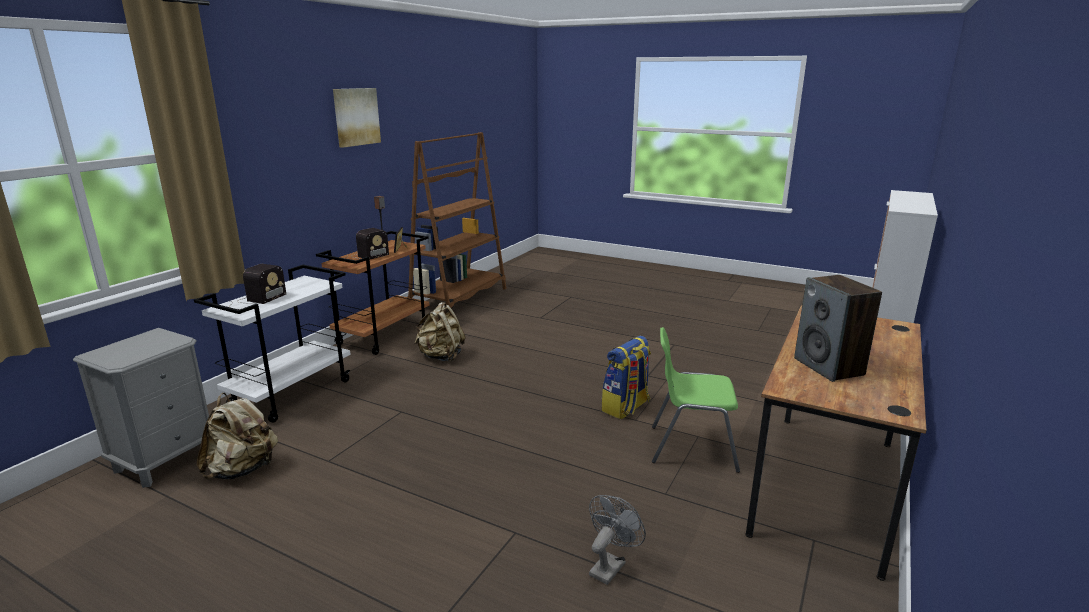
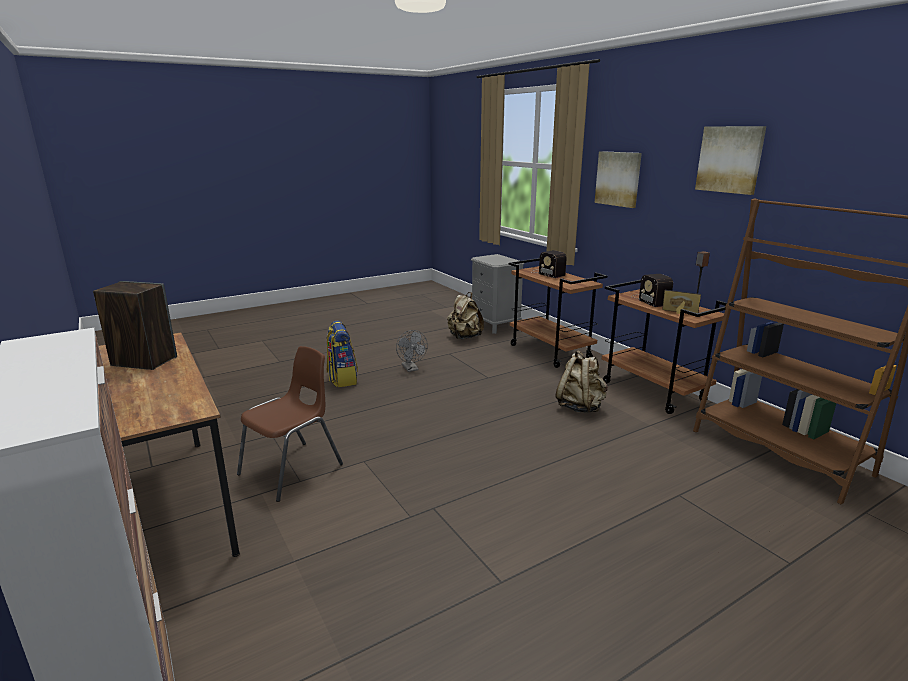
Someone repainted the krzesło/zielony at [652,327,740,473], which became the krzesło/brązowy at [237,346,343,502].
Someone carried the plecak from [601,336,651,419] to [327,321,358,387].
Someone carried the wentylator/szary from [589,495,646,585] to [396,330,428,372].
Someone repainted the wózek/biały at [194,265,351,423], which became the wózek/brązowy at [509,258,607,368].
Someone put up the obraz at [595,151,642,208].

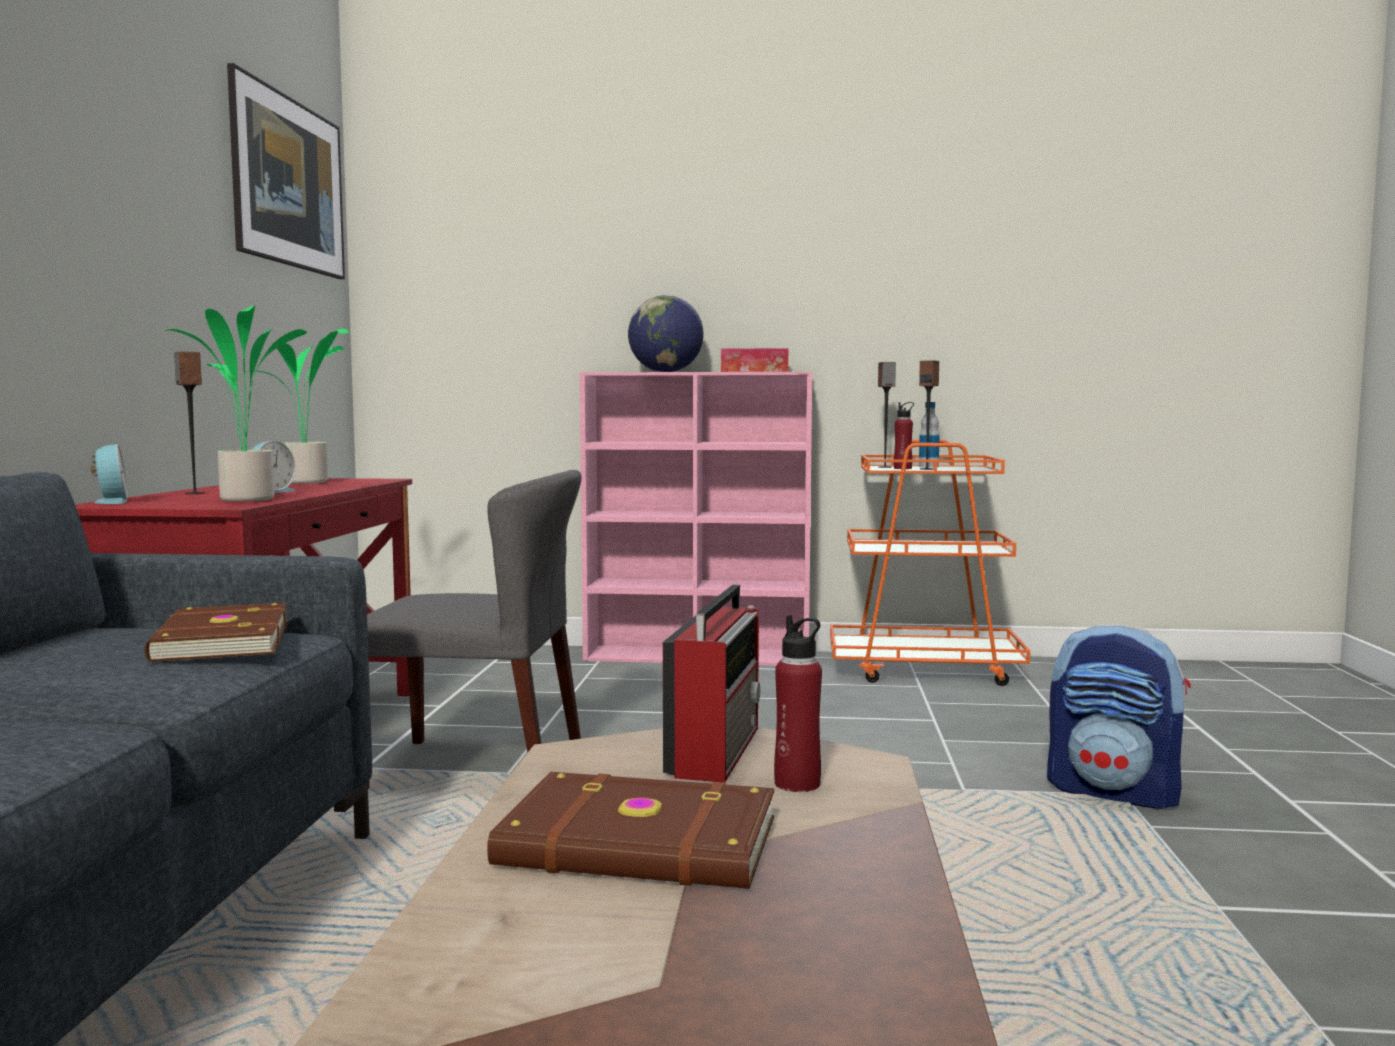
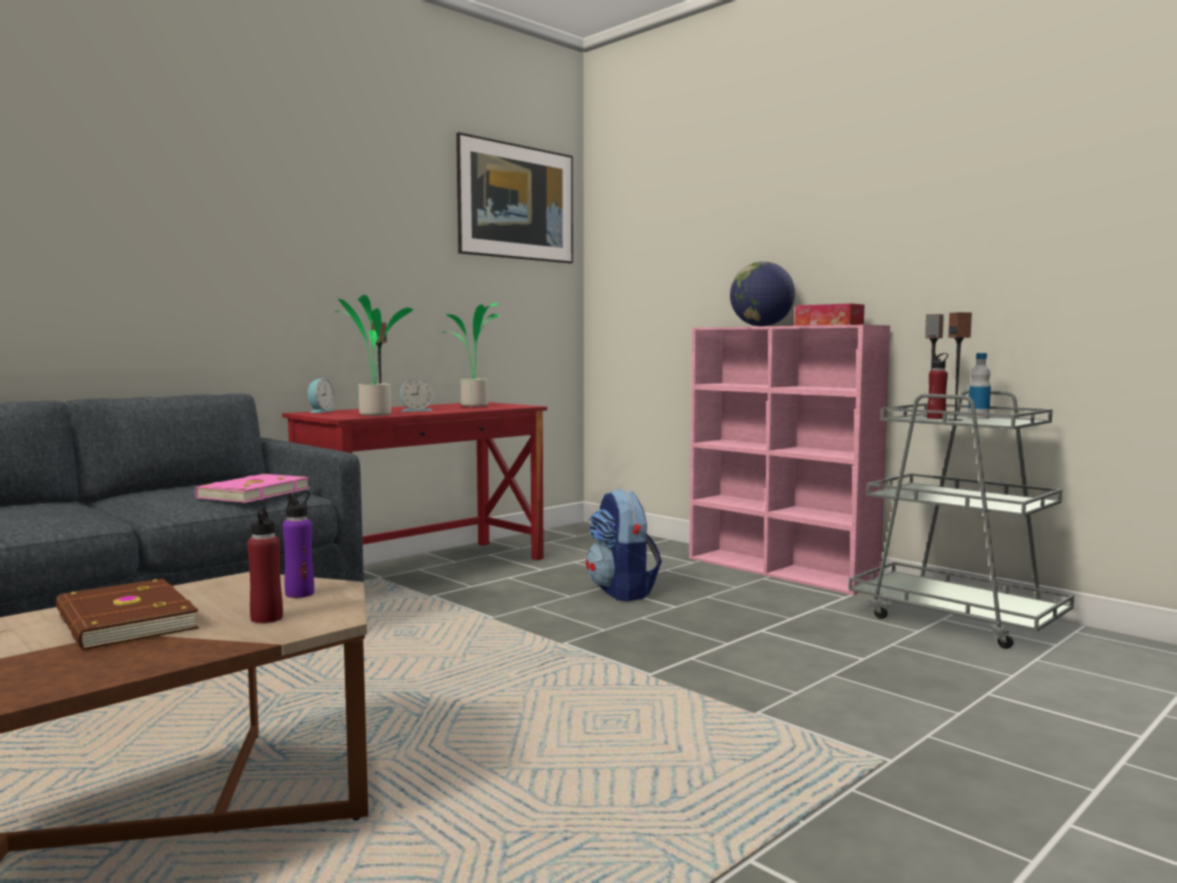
Someone repainted the książka/brązowy at [145,603,287,662], which became the książka/różowy at [195,473,310,503].
Someone swapped the radio at [663,585,760,783] for the butelka/fioletowy at [282,491,314,598].
Someone carried the plecak from [1047,624,1191,810] to [586,489,662,601].
Someone repainted the wózek/pomarańczowy at [830,440,1030,686], which became the wózek/szary at [848,390,1074,649].
Someone took away the krzesło/szary at [367,470,582,789].

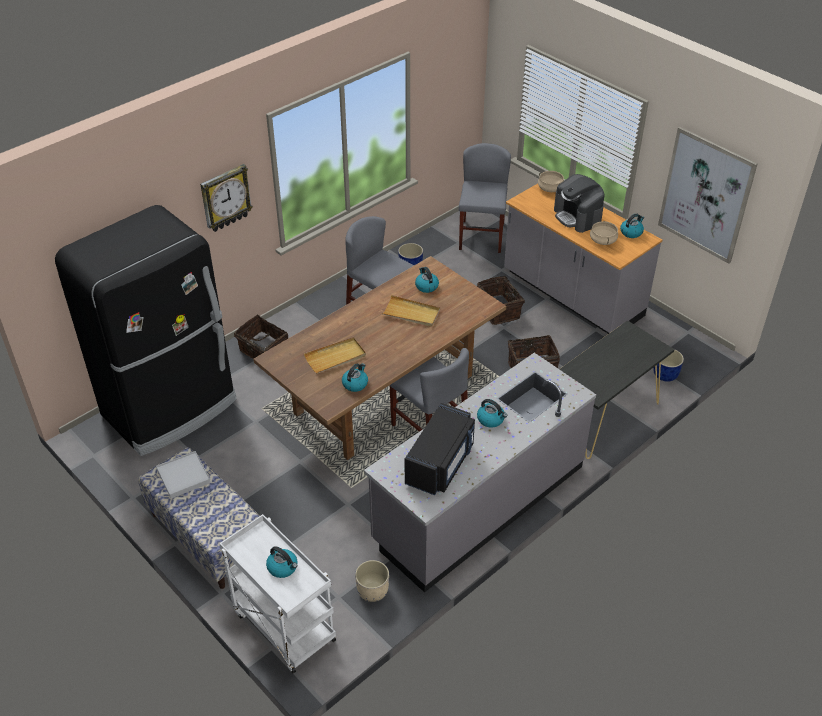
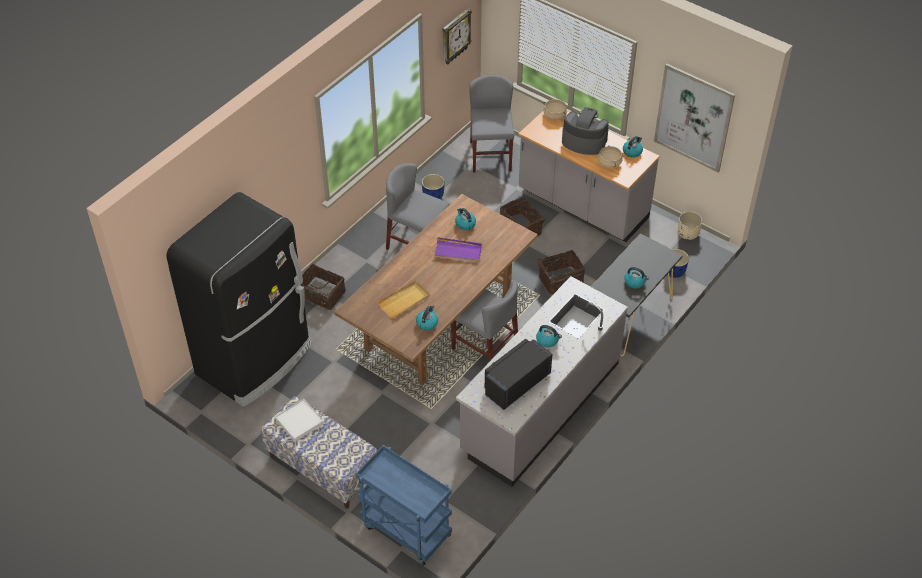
Someone repainted the wózek/biały at [219,514,336,674], which became the wózek/niebieski at [356,445,452,566].
Someone repainted the taca/beżowy at [381,295,440,327], which became the taca/fioletowy at [434,237,482,262].
Someone carried the zegar ścienny from [200,164,253,232] to [443,8,472,64].
Someone rotated the mikrofalówka/czarny at [405,403,475,495] by 150 degrees counterclockwise.
Someone rotated the ekspres do kawy at [554,174,604,233] by 150 degrees clockwise.
Someone carried the czajnik from [266,546,297,578] to [624,267,649,289].
Someone carried the donica/beżowy from [355,560,389,602] to [678,211,703,240].

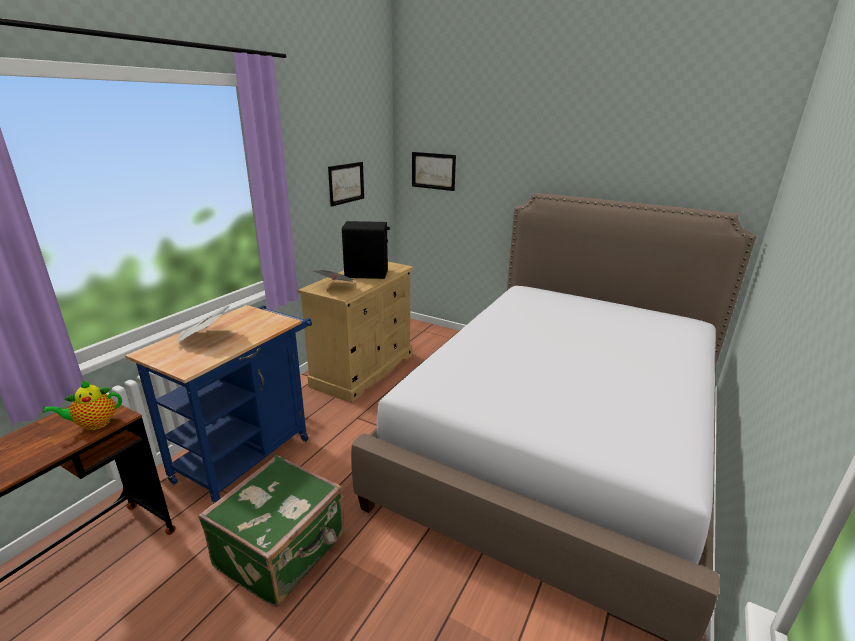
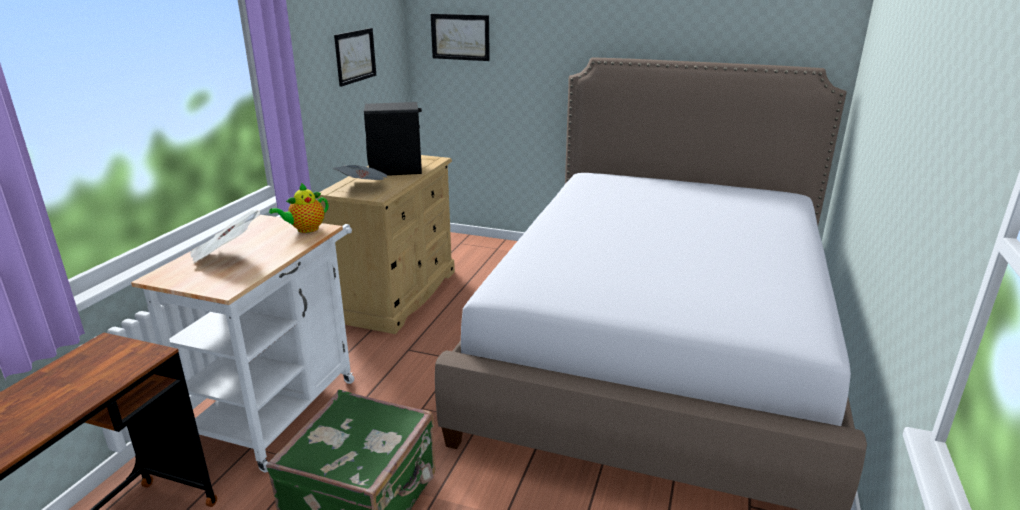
Someone repainted the wózek/niebieski at [125,305,312,504], which became the wózek/biały at [131,215,354,472].
Someone carried the imbryk from [43,380,122,430] to [269,183,328,233].

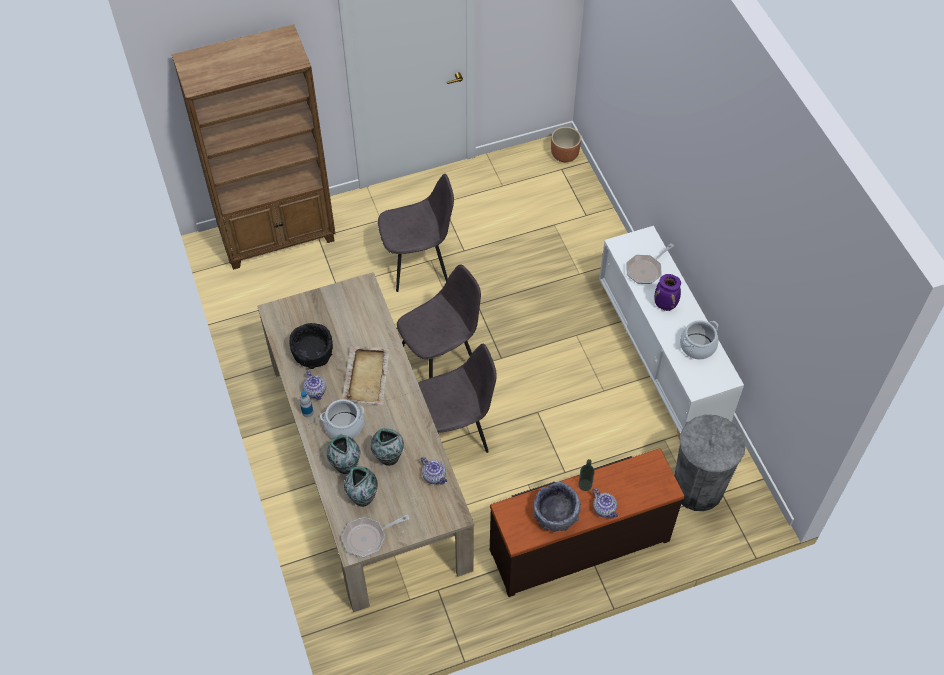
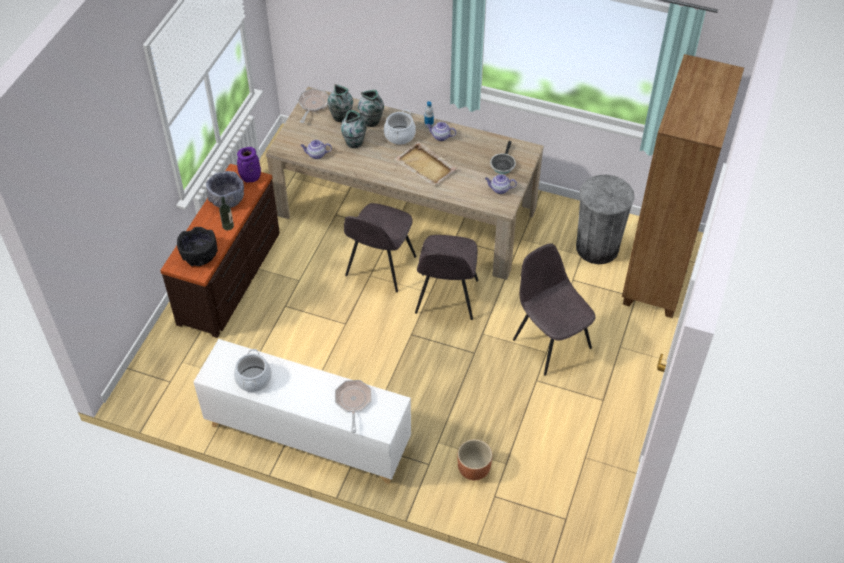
Someone carried the miska/czarny from [289,323,333,369] to [177,227,218,266].
Someone carried the wazon/fioletowy from [654,274,681,311] to [237,147,261,183].
Someone carried the donica/brązowy from [551,127,581,162] to [457,439,492,480].
Someone carried the imbryk from [593,488,618,518] to [485,174,517,194].
Someone put down the patelnia at [490,141,516,174].
Someone rotated the krzesło/szary at [378,174,454,292] by 120 degrees clockwise.
Someone carried the kosz na śmieci/szary from [674,415,746,511] to [576,175,634,264].

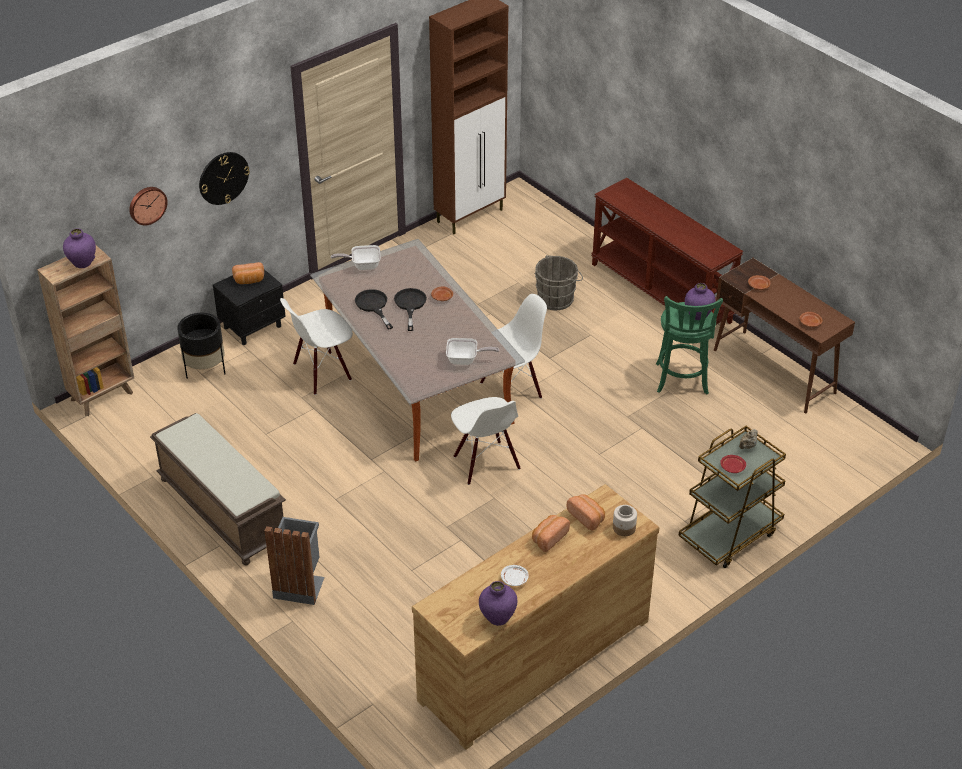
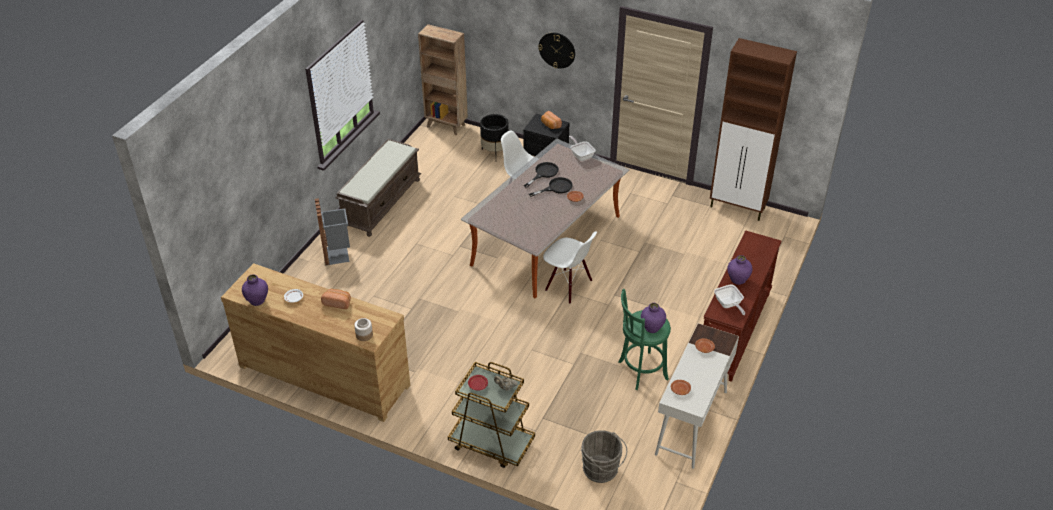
Someone carried the wiadro/szary from [535,255,583,310] to [581,430,627,483].
Someone repainted the biurko/brązowy at [714,258,855,413], which became the biurko/biały at [655,323,739,469].
Someone carried the patelnia from [446,338,499,365] to [714,284,745,315].
Someone carried the wazon/fioletowy from [63,228,96,268] to [727,255,753,285].
Someone took away the zegar ścienny at [129,187,168,225].
Someone took away the krzesło/biały at [451,397,521,485].
Someone took away the chleb at [567,494,605,531].

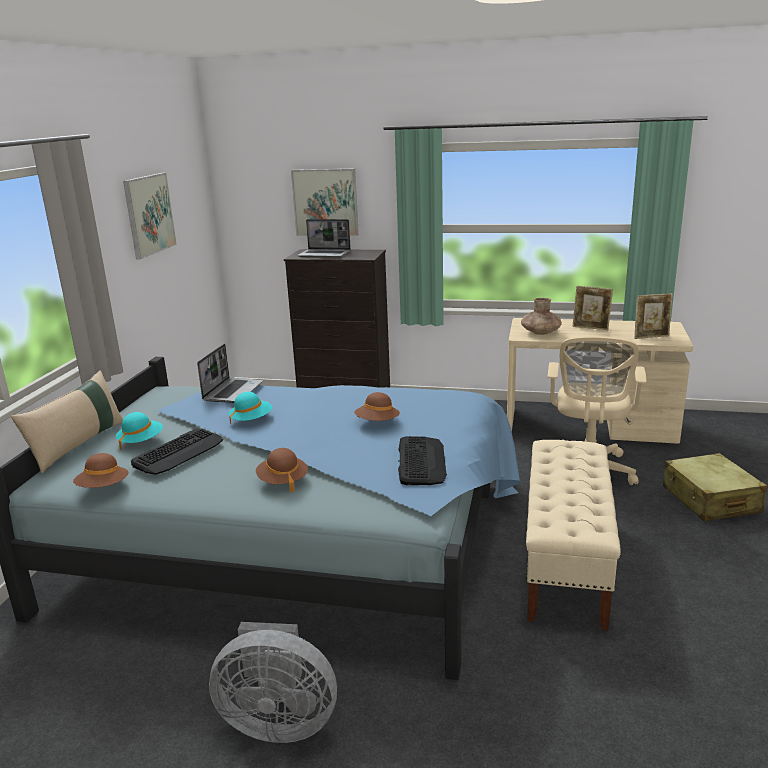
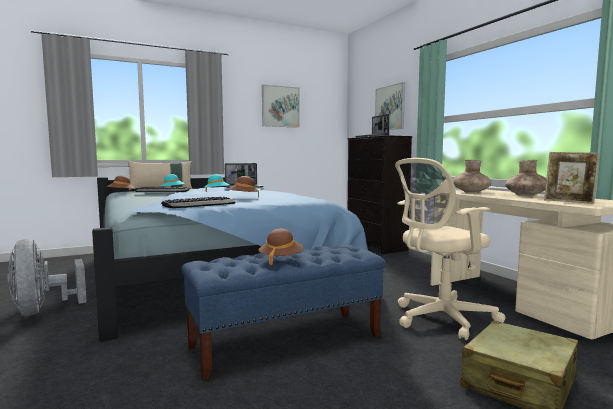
Someone repainted the ławka/beżowy at [526,440,621,631], which became the ławka/niebieski at [182,244,386,380].
Someone carried the kapelusz/brązowy from [256,448,308,492] to [259,229,304,265].
Someone swapped the ramka na zdjęcie at [573,286,613,330] for the wazon/brązowy at [505,160,547,196].

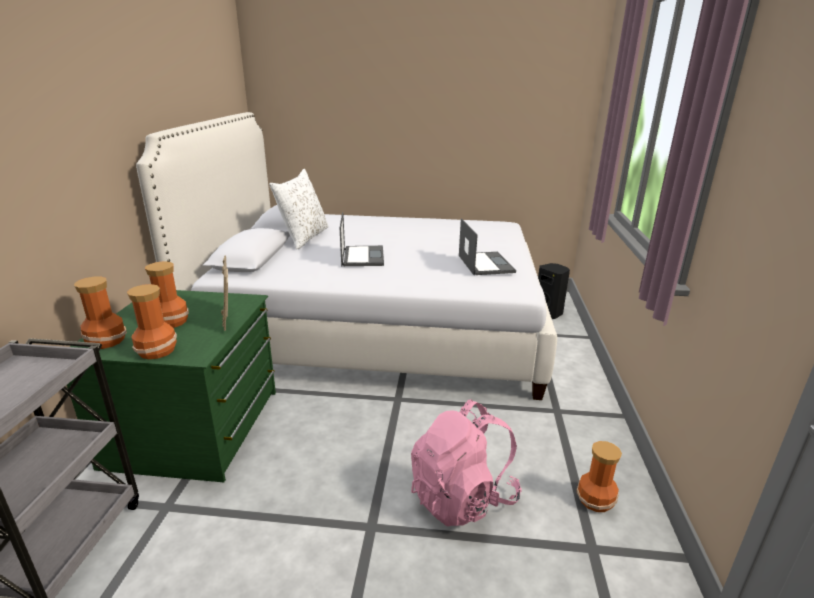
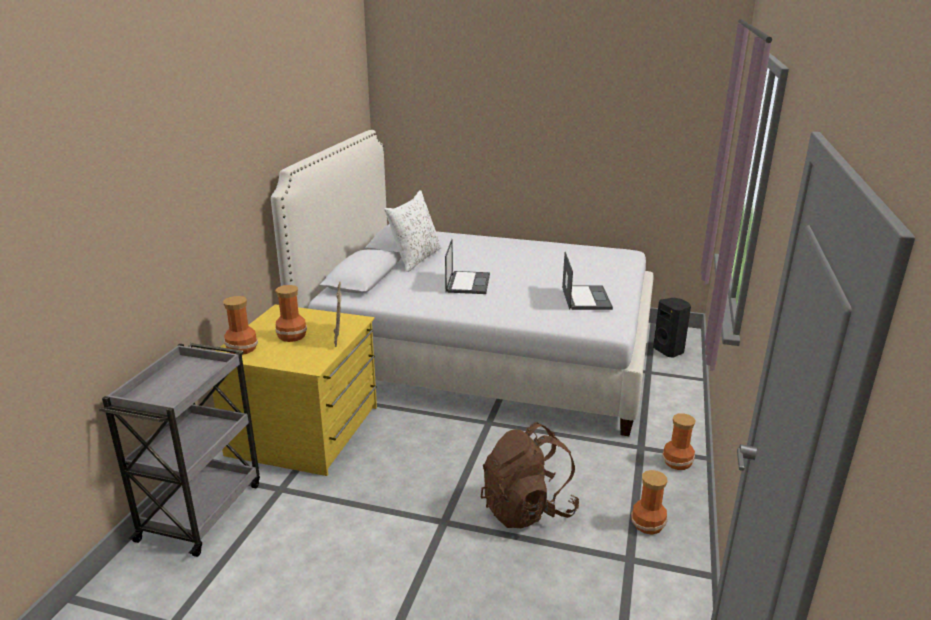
Someone repainted the komoda/zielony at [67,290,276,482], which became the komoda/żółty at [212,304,377,476].
Someone repainted the plecak/różowy at [411,399,522,527], which became the plecak/brązowy at [481,422,579,528].
Someone carried the wazon from [127,284,177,359] to [662,413,696,470].

